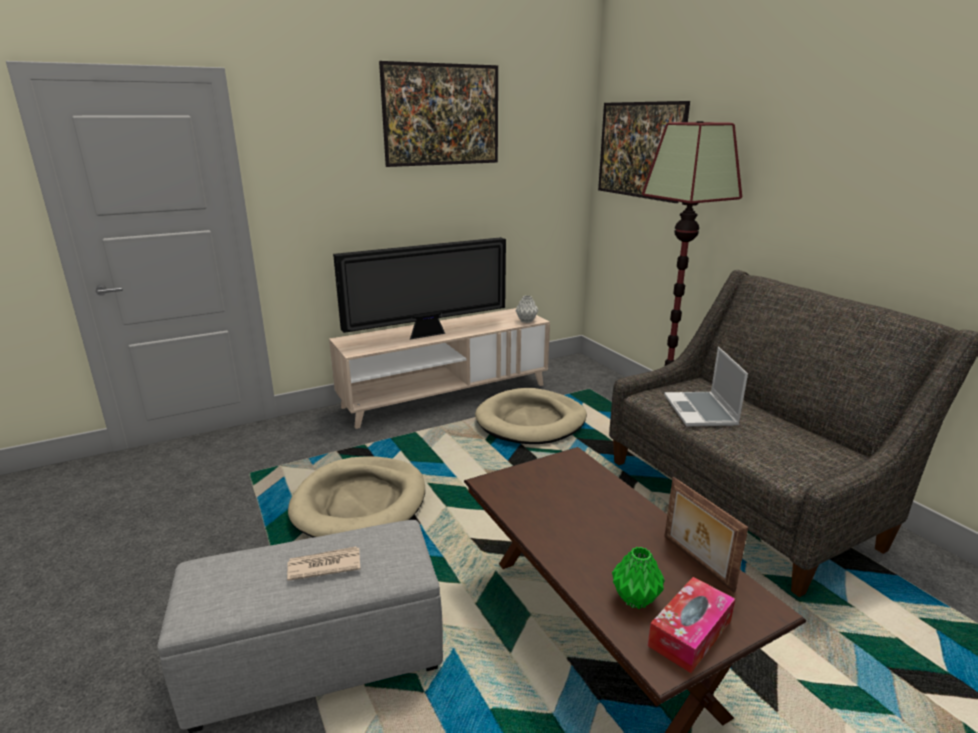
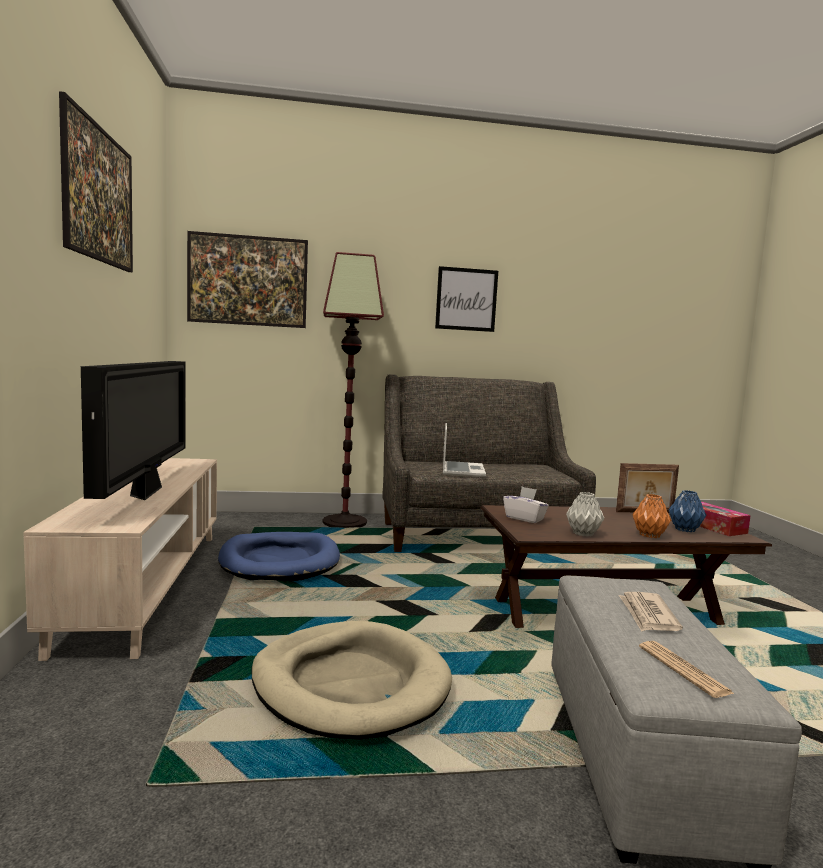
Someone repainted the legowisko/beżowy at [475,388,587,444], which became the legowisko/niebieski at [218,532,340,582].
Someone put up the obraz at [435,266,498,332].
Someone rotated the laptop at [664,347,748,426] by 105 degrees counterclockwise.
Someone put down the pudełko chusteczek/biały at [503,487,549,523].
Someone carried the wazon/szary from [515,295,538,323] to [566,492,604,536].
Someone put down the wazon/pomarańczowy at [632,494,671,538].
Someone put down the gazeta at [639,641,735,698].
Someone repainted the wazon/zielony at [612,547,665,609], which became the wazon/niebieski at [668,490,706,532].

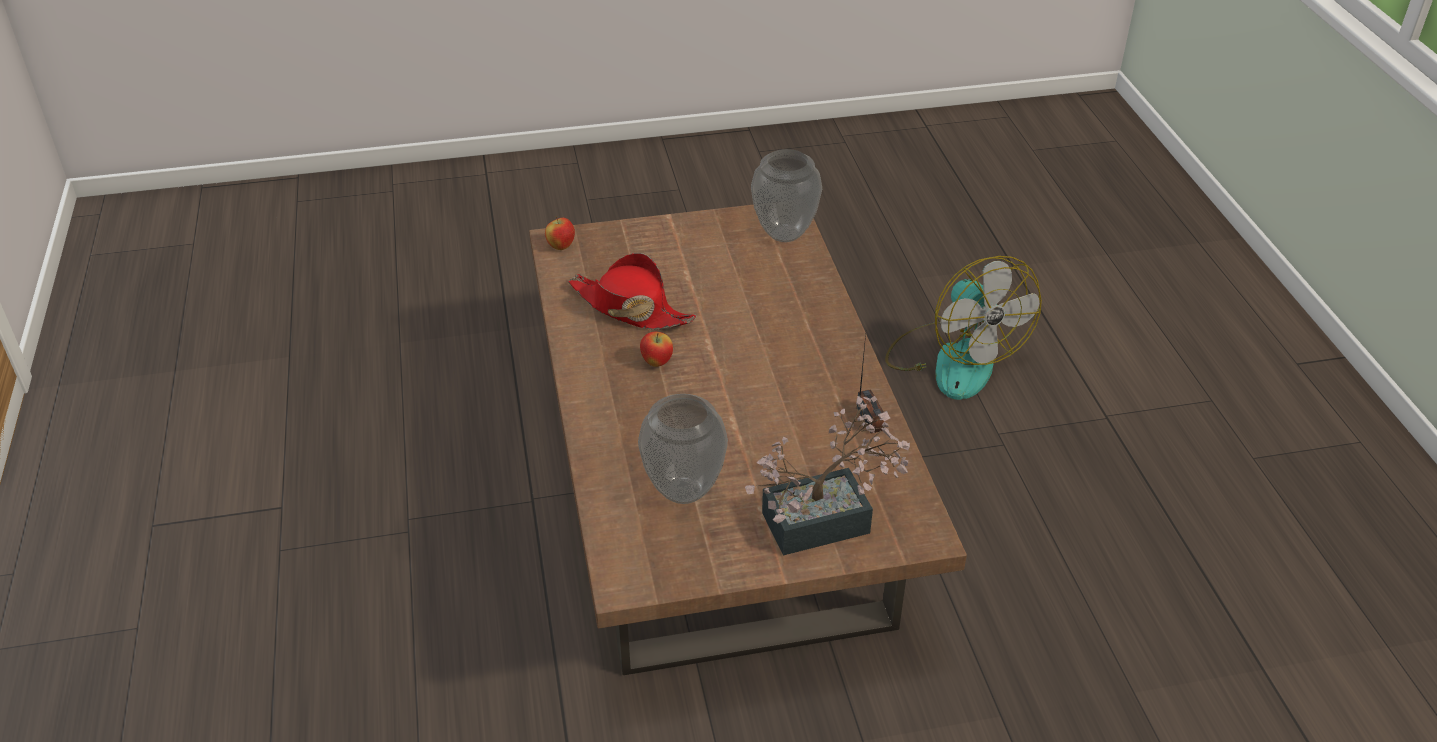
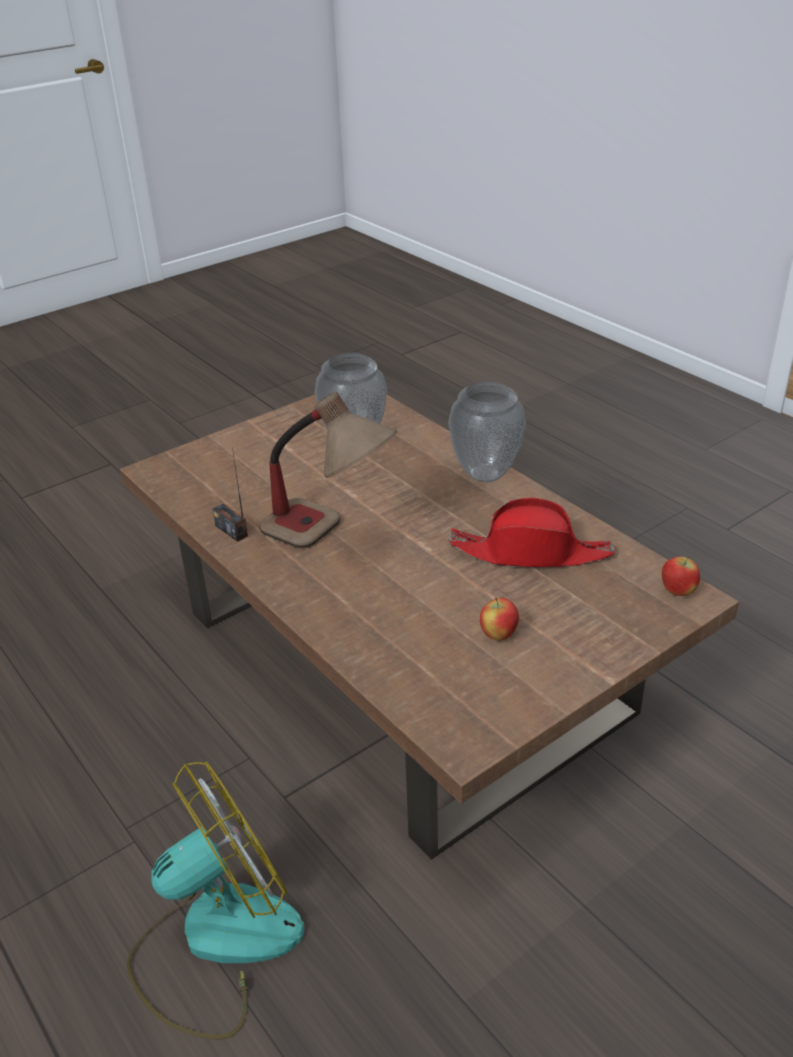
Someone rotated the wentylator at [885,256,1042,400] by 105 degrees clockwise.
Someone put down the lampa stołowa at [259,392,397,549].
Someone carried the wazon from [751,149,822,242] to [448,381,526,482].
Someone carried the jabłko from [640,332,673,367] to [480,598,519,641].
Someone took away the roślina doniczkowa at [745,396,910,555].

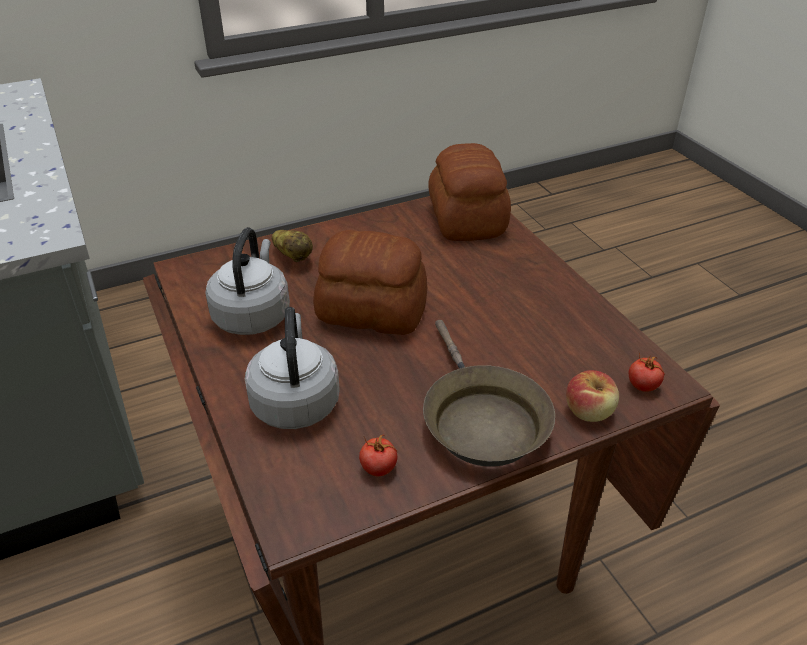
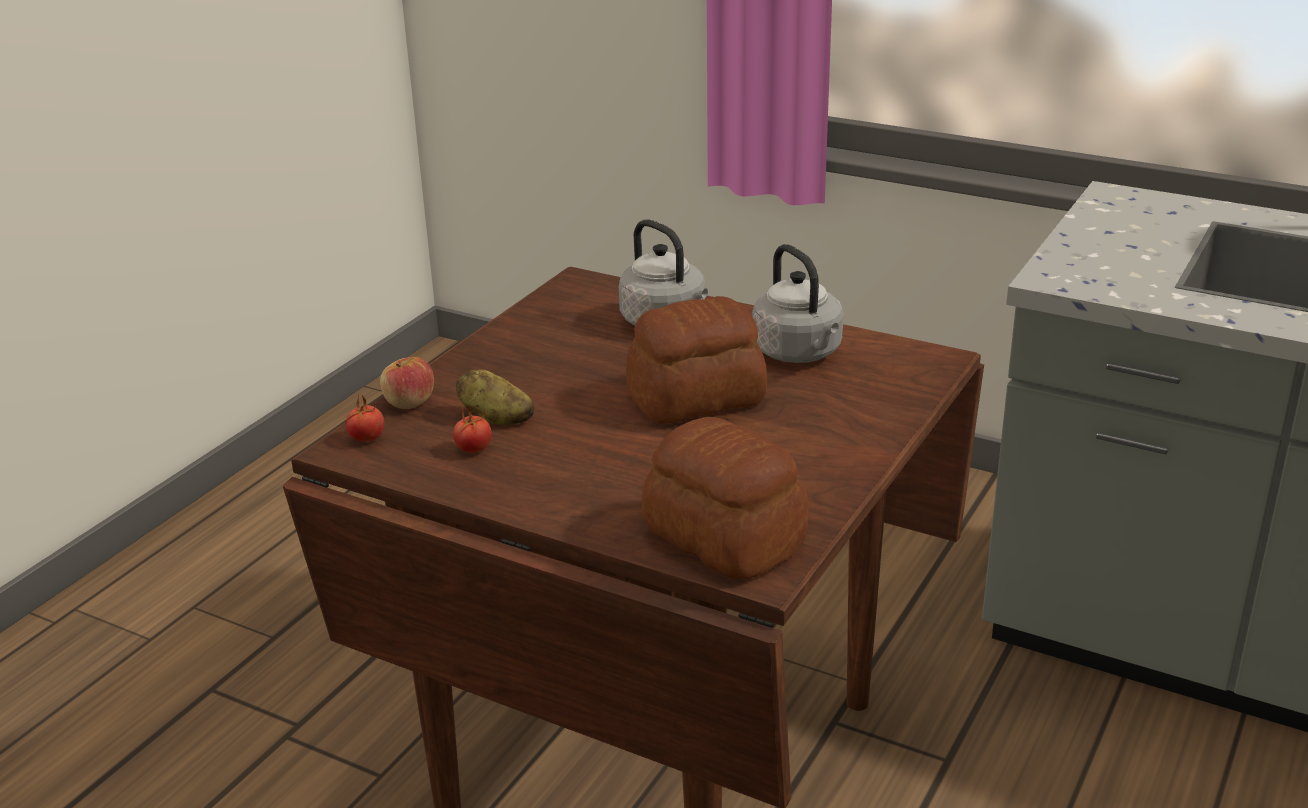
Someone carried the pomidor from [359,435,397,476] to [453,406,492,453].
Someone carried the ziemniak from [271,230,313,262] to [456,369,534,425].
Someone took away the patelnia/brązowy at [423,320,555,467].

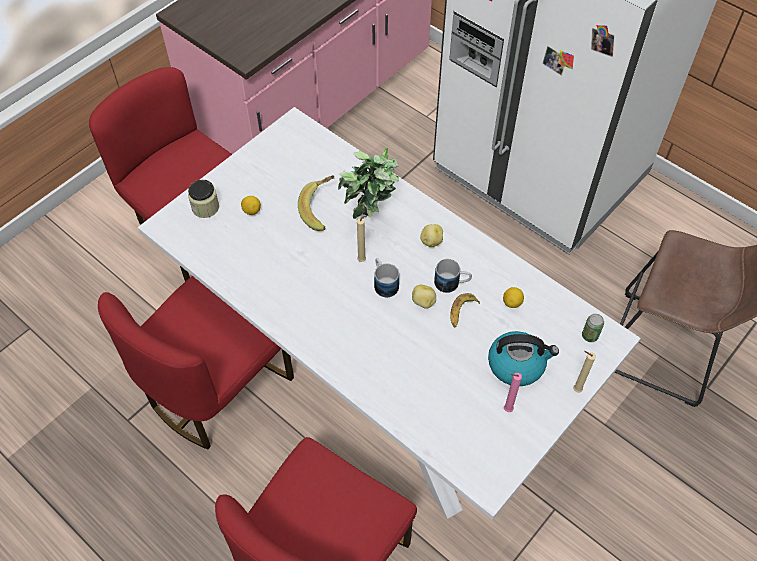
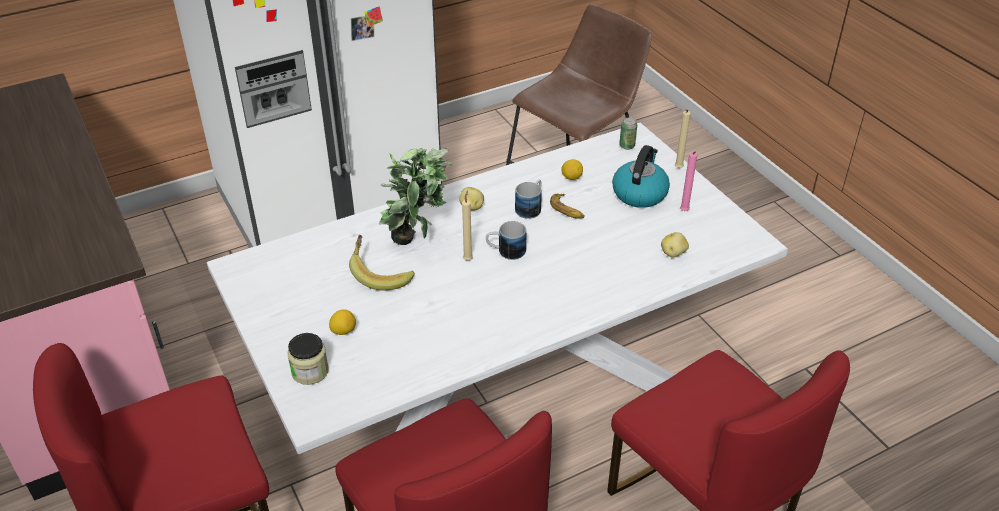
Someone carried the ziemniak from [412,285,436,309] to [661,232,689,258].

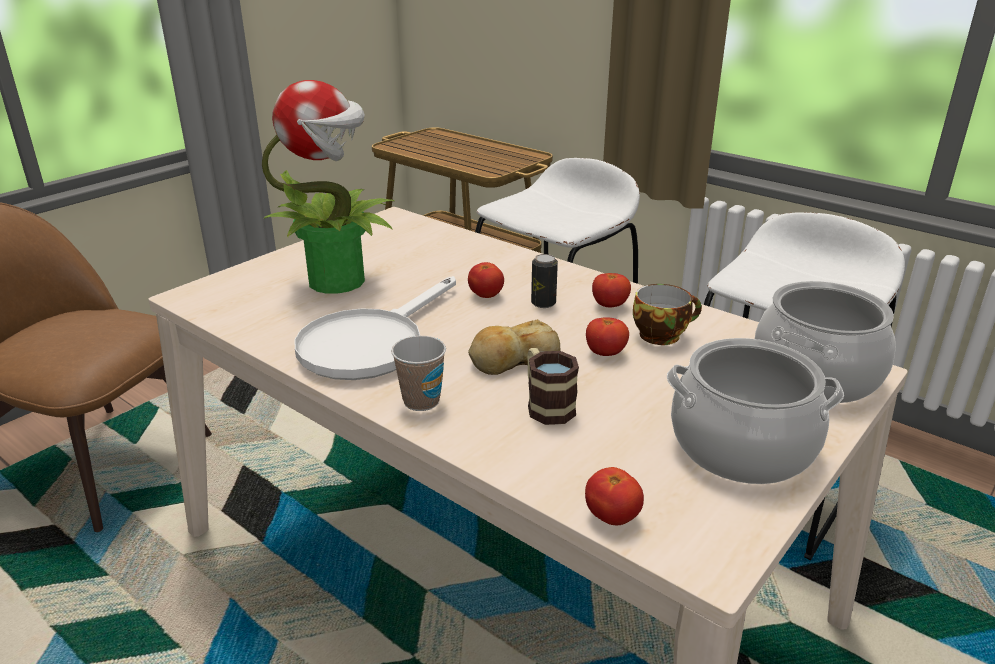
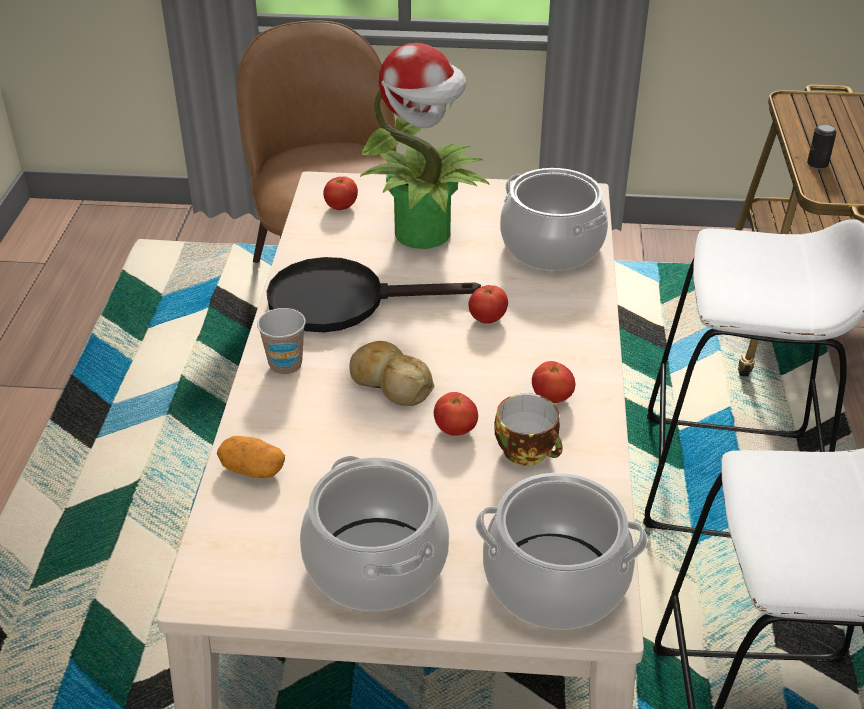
Someone put down the ziemniak at [217,436,285,478].
Someone repainted the patelnia/biały at [294,276,456,380], which became the patelnia/czarny at [266,257,481,332].
Someone carried the pomidor from [585,467,644,525] to [323,176,358,210].
Someone put down the garnek at [500,168,608,271].
Someone carried the puszka from [531,254,558,308] to [807,124,837,169].
Someone took away the kubek at [527,348,579,425].

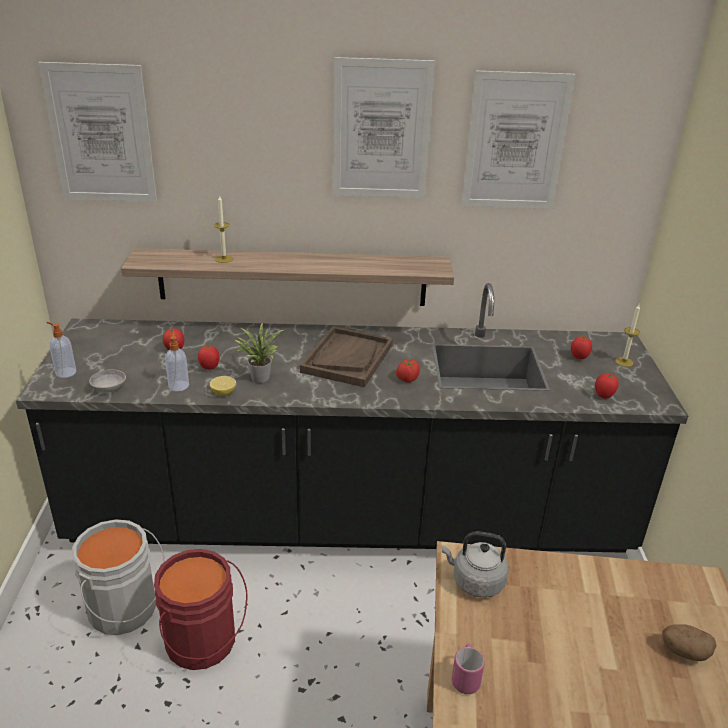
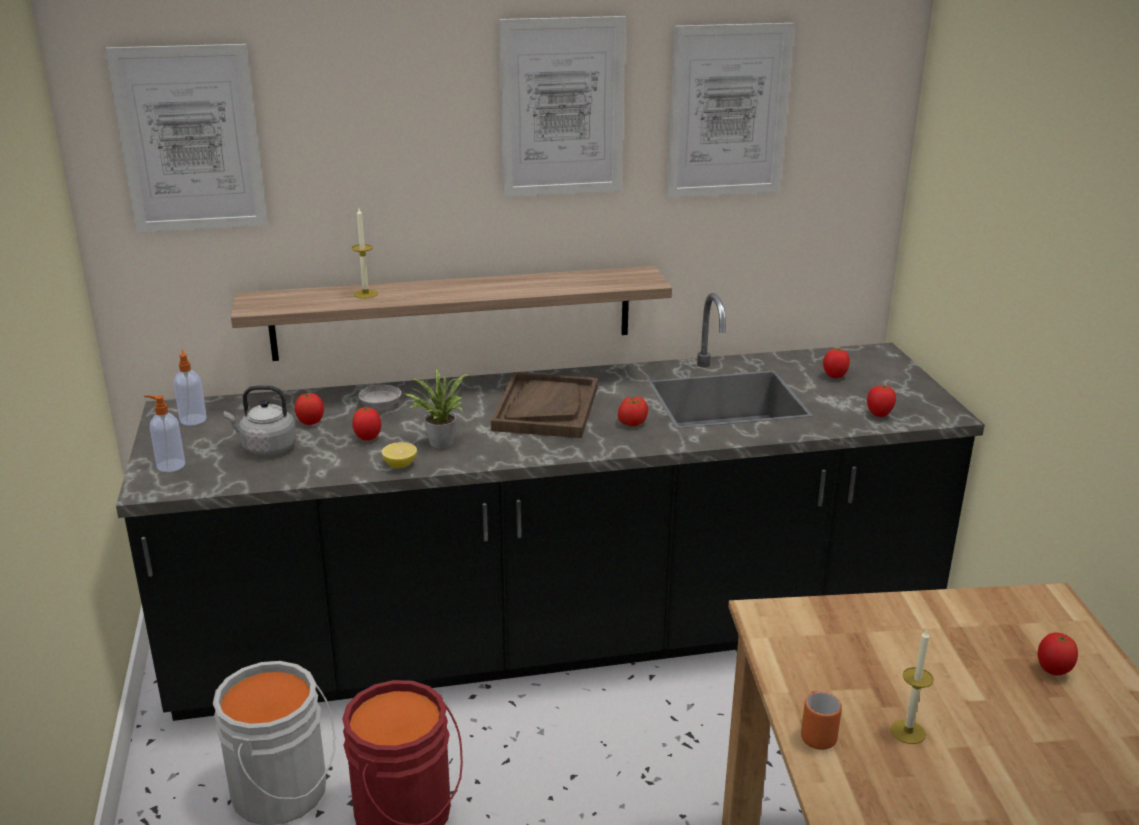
Someone carried the dozownik mydła from [165,332,189,391] to [174,349,207,426].
Someone carried the czajnik/szary from [442,531,509,598] to [224,385,297,455].
Someone carried the miska/szary from [89,370,126,393] to [359,385,401,411].
Someone repainted the kubek/różowy at [452,644,485,694], which became the kubek/pomarańczowy at [801,691,842,750].
Someone carried the świeca from [615,304,640,367] to [891,629,934,744].
Someone swapped the ziemniak at [662,624,716,661] for the pomidor at [1038,633,1078,675].

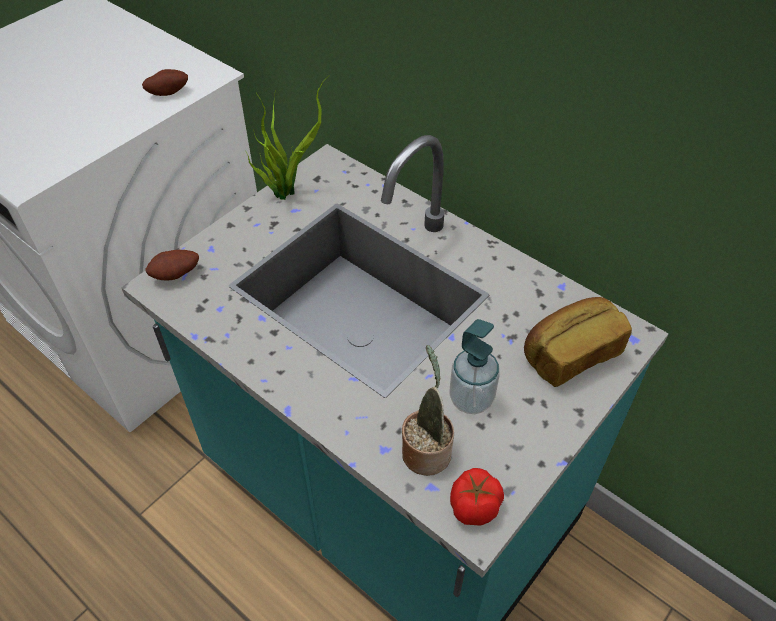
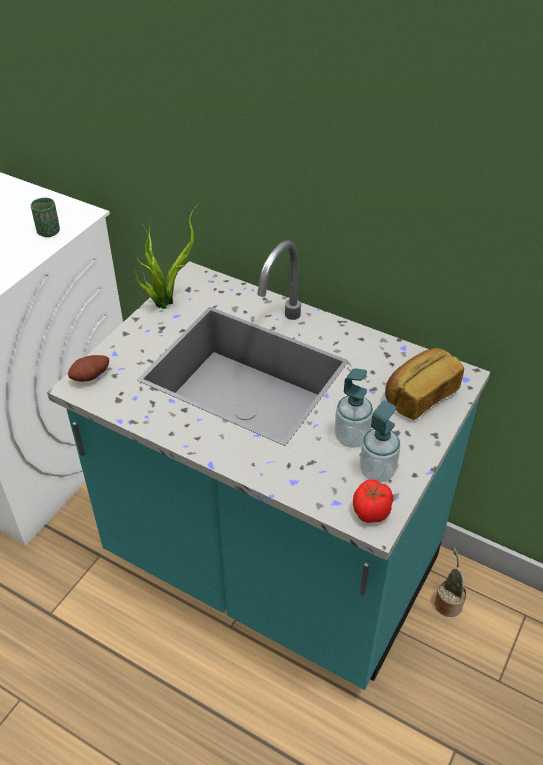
Someone swapped the ziemniak at [142,69,188,96] for the filiżanka/zielony at [31,197,60,237].
Someone put down the dozownik mydła at [360,400,400,482].
Someone carried the roślina doniczkowa from [402,345,454,476] to [435,547,467,617].

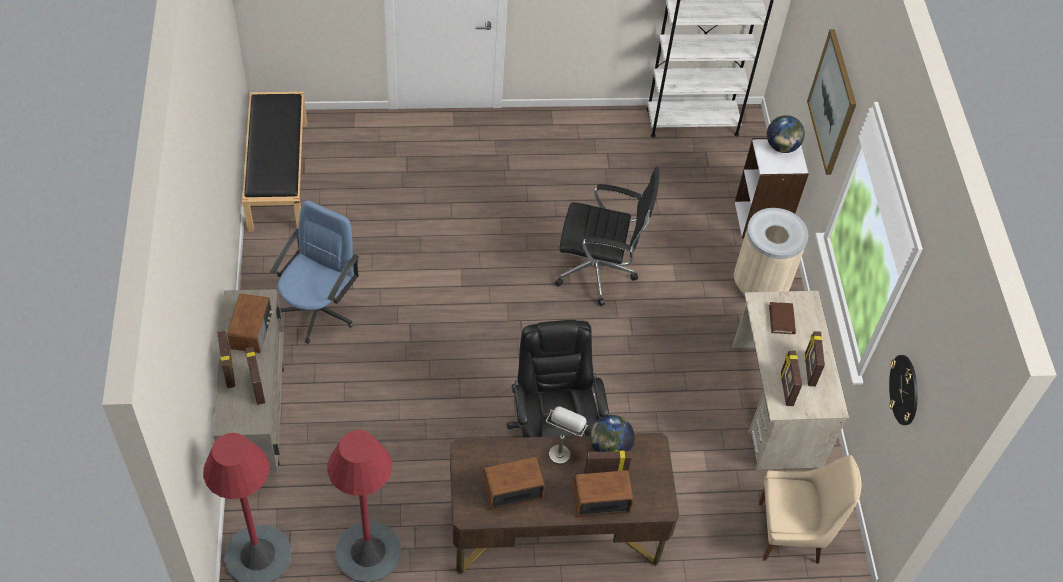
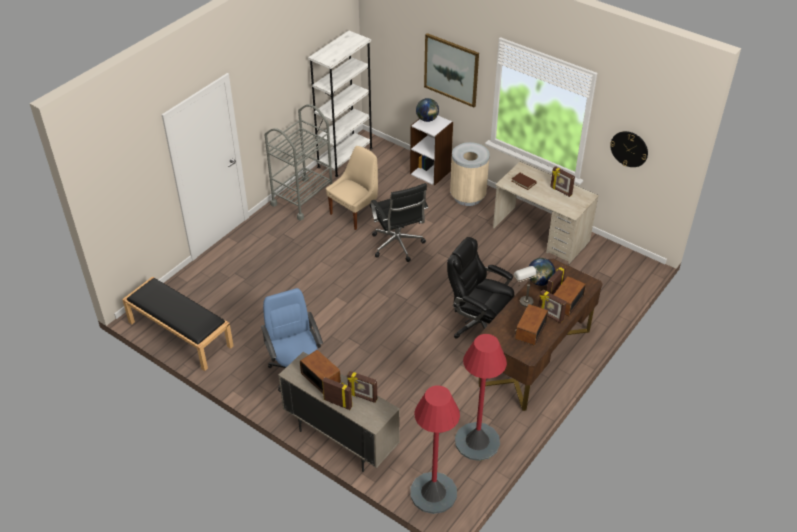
Someone put down the wózek/szary at [264,104,332,221].
Someone carried the krzesło/beżowy from [759,455,861,564] to [326,146,378,230].
Someone rotated the krzesło biurowe/czarny at [555,166,659,306] by 105 degrees clockwise.
Someone carried the ramka na zdjęcie from [780,351,802,406] to [538,290,567,323].

